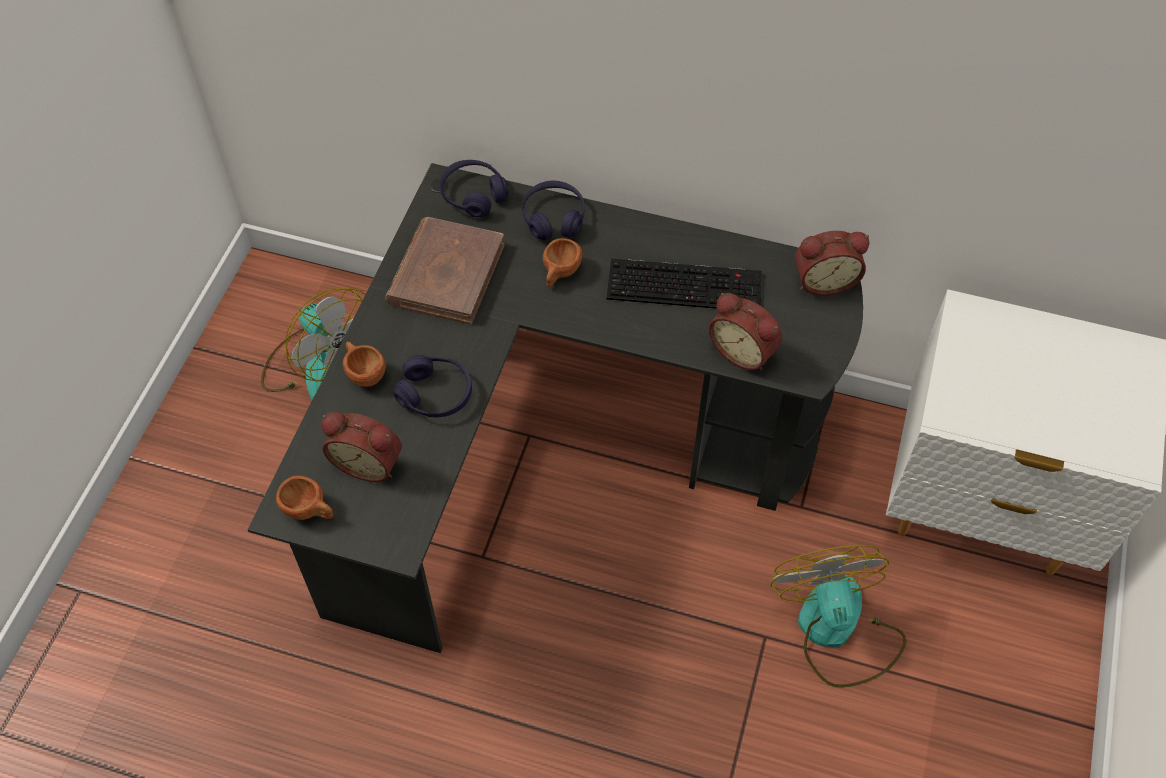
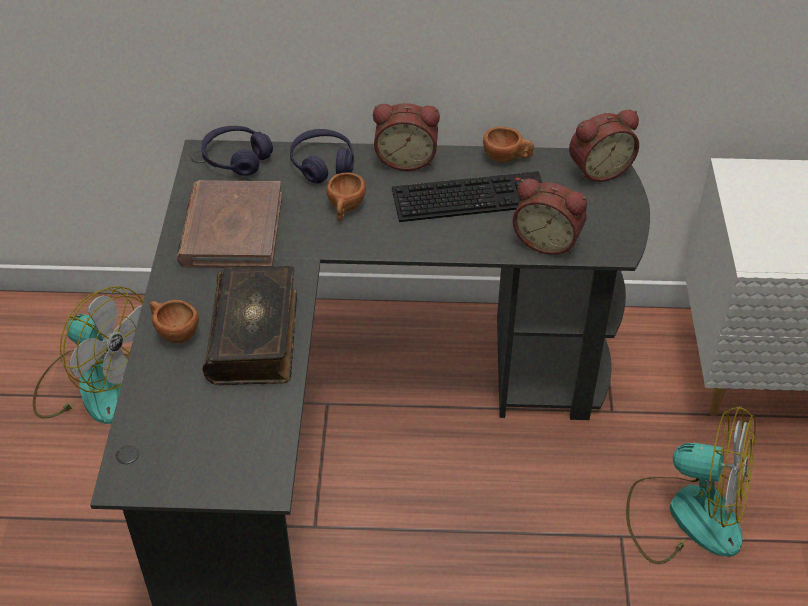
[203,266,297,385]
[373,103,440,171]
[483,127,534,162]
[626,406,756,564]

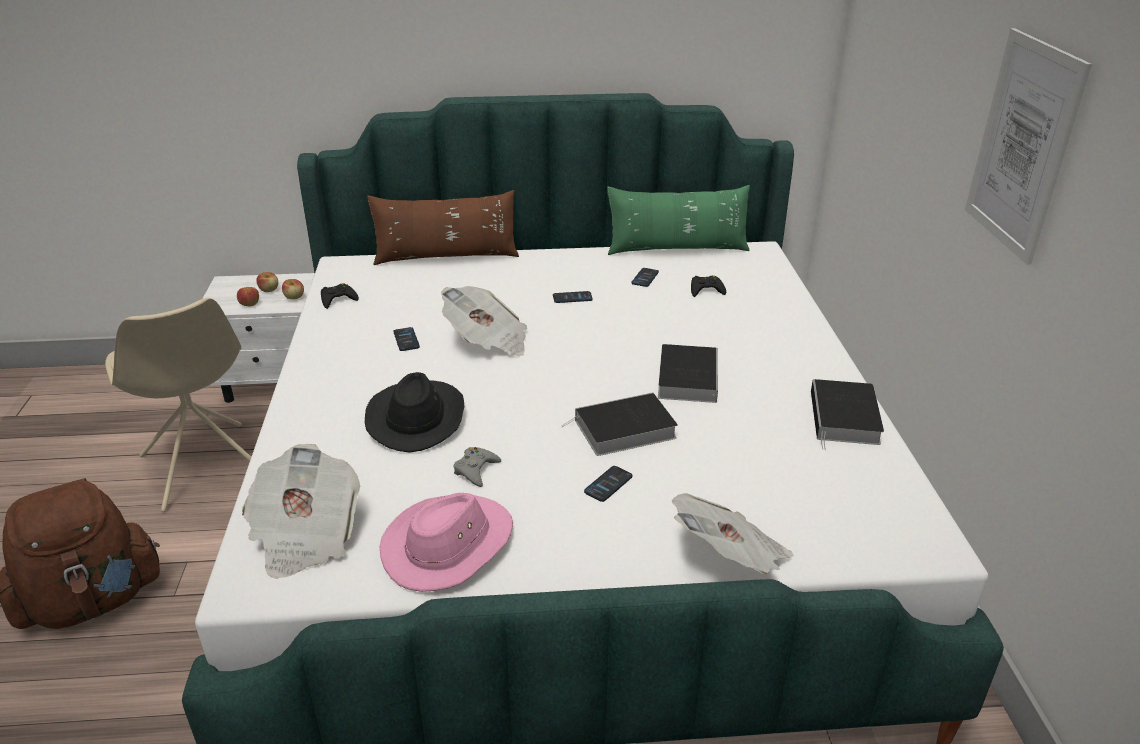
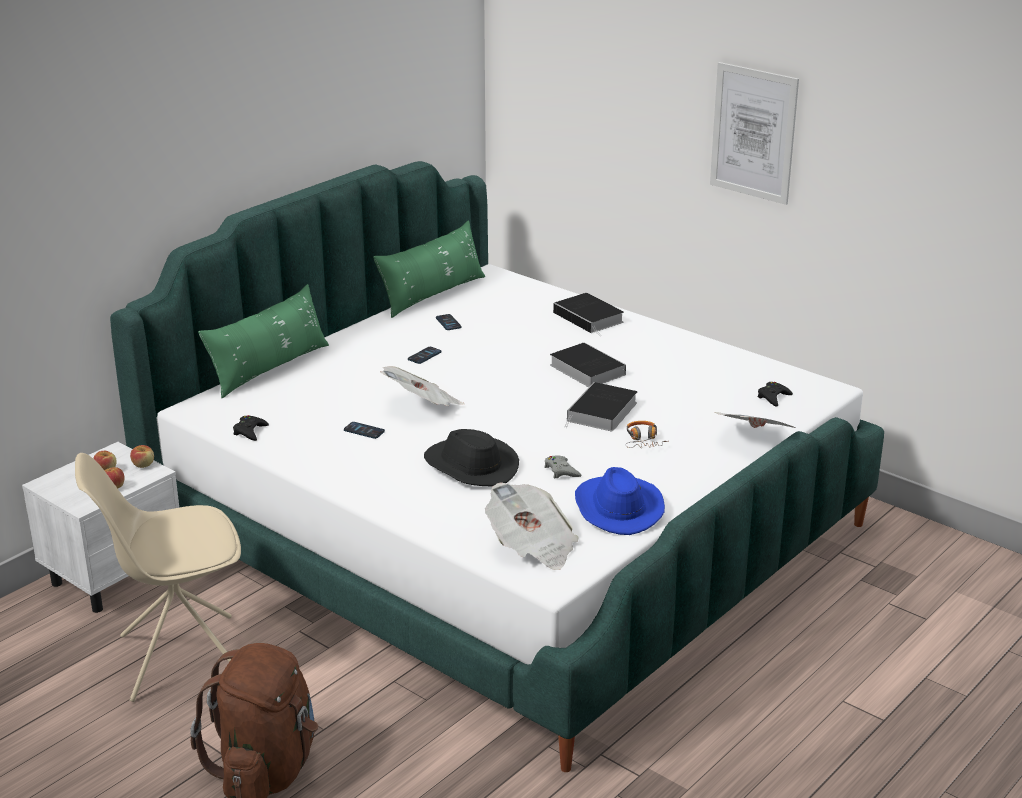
[198,284,329,398]
[757,382,793,407]
[75,453,241,702]
[553,293,624,336]
[625,421,669,448]
[575,467,665,535]

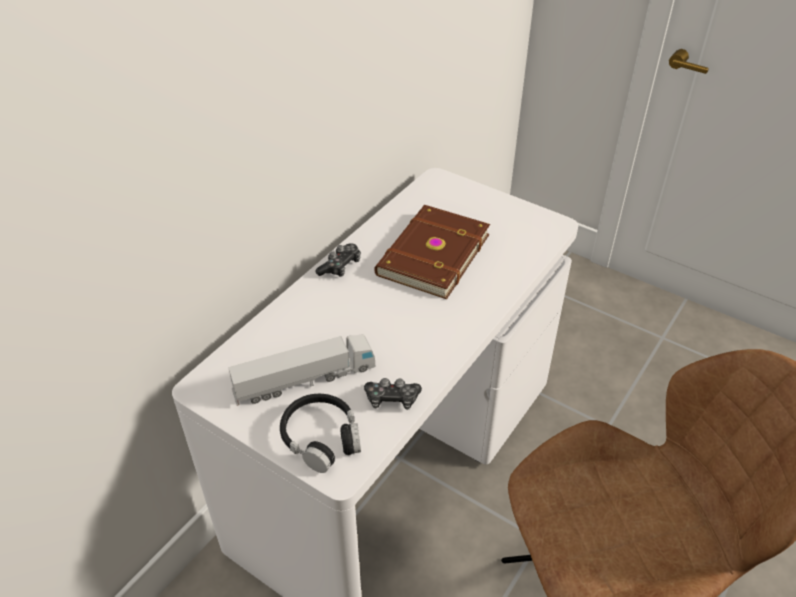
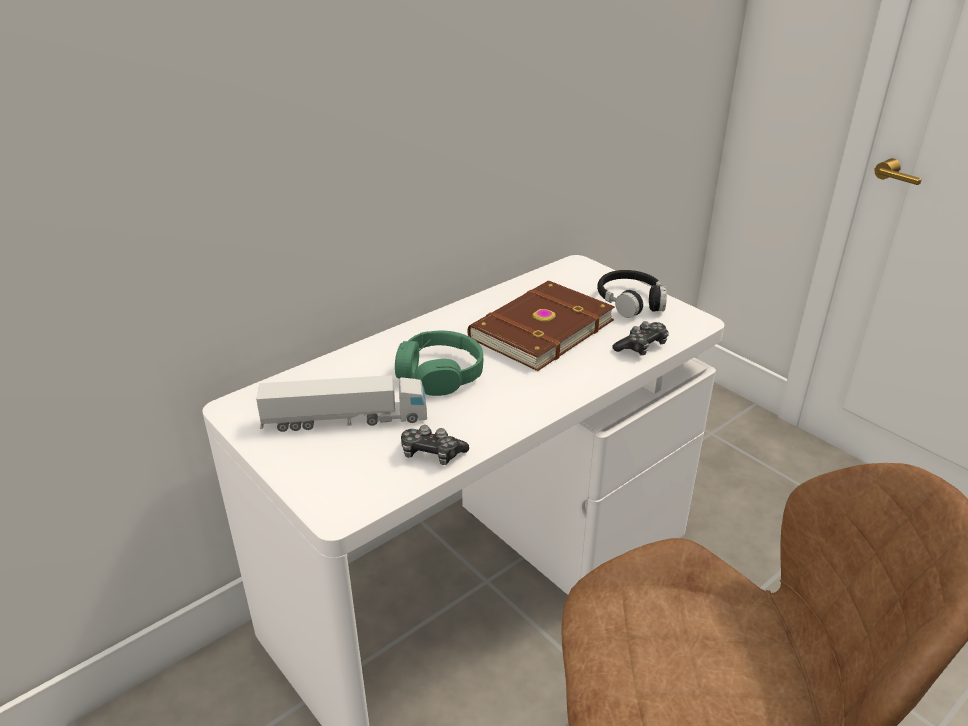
[612,321,669,355]
[597,270,667,318]
[395,331,484,396]

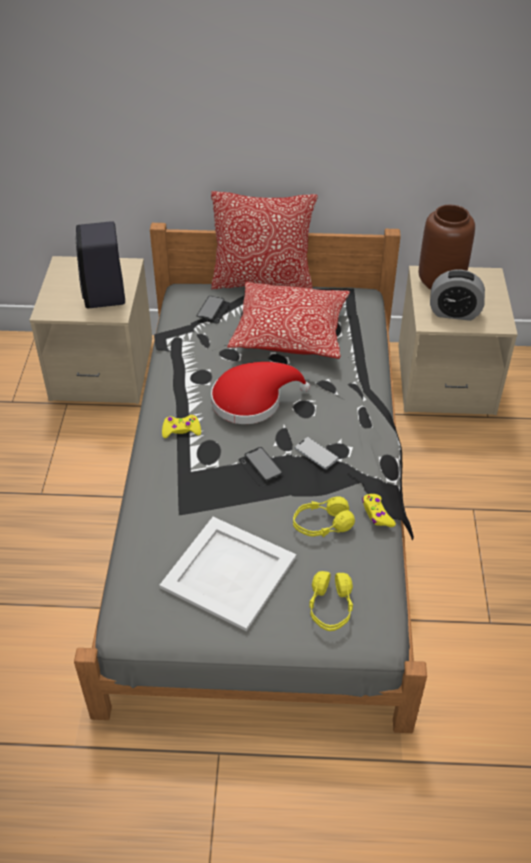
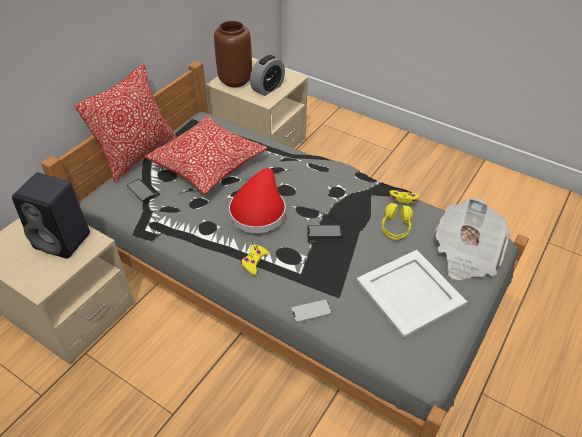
[291,299,332,323]
[435,198,511,280]

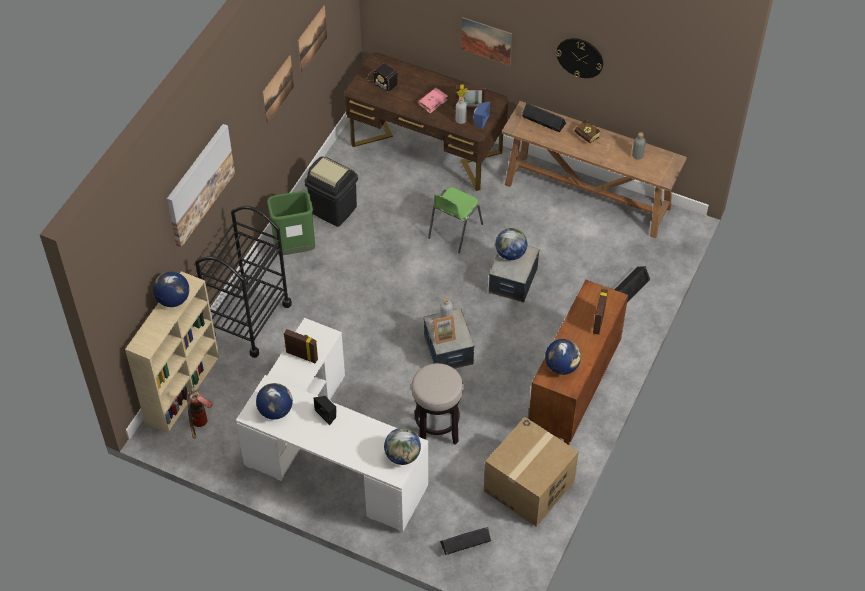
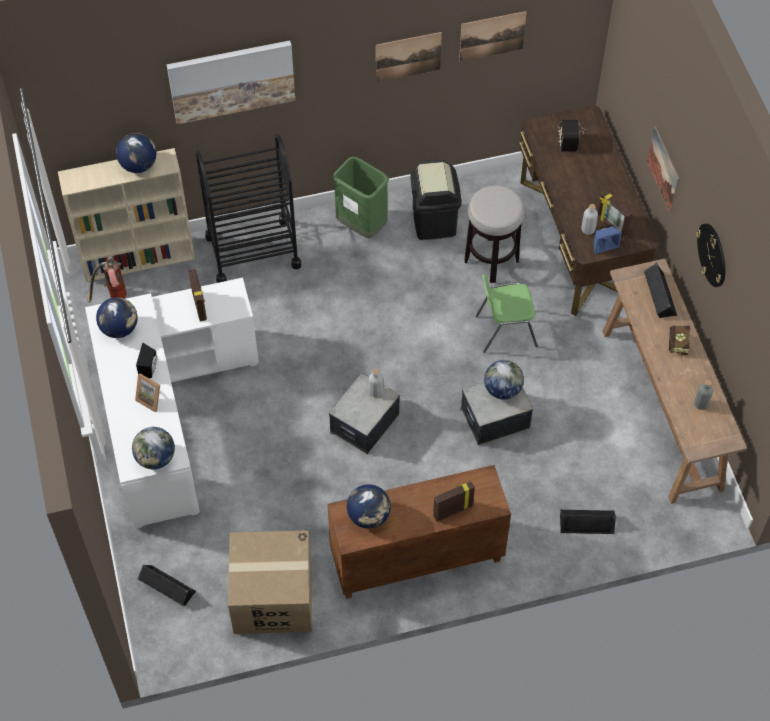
[418,88,448,113] (first image)
[135,373,160,412]
[464,185,525,283]

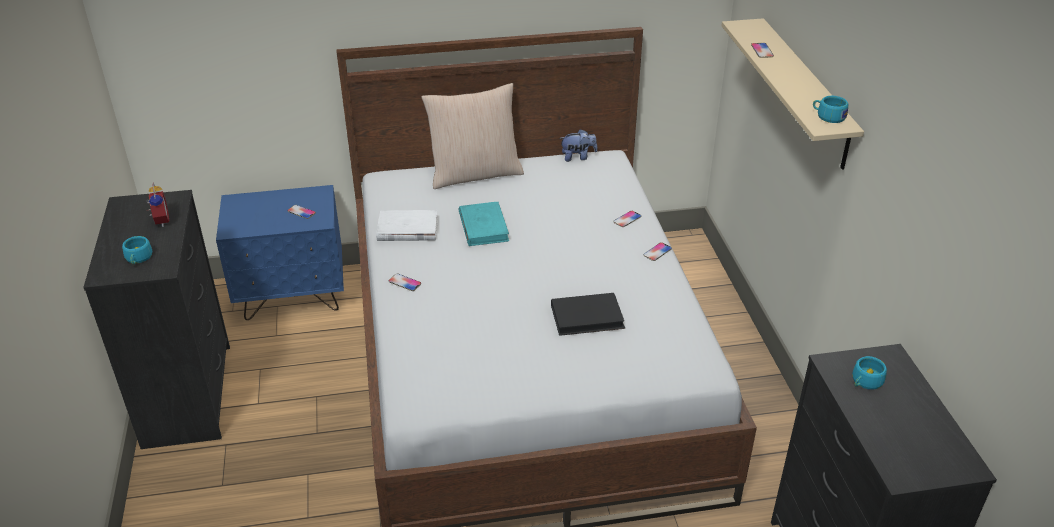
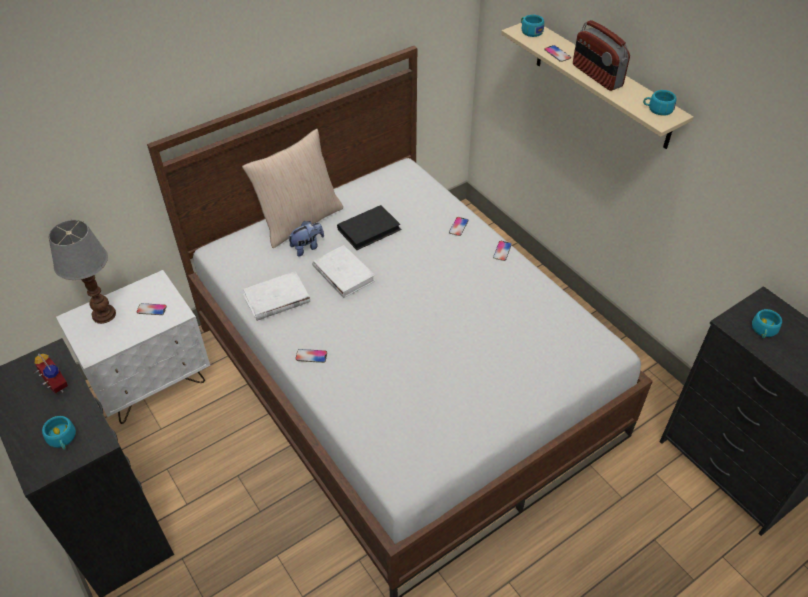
[288,221,324,256]
[56,270,210,424]
[312,245,375,298]
[337,205,402,250]
[521,15,544,37]
[573,20,630,91]
[49,220,116,324]

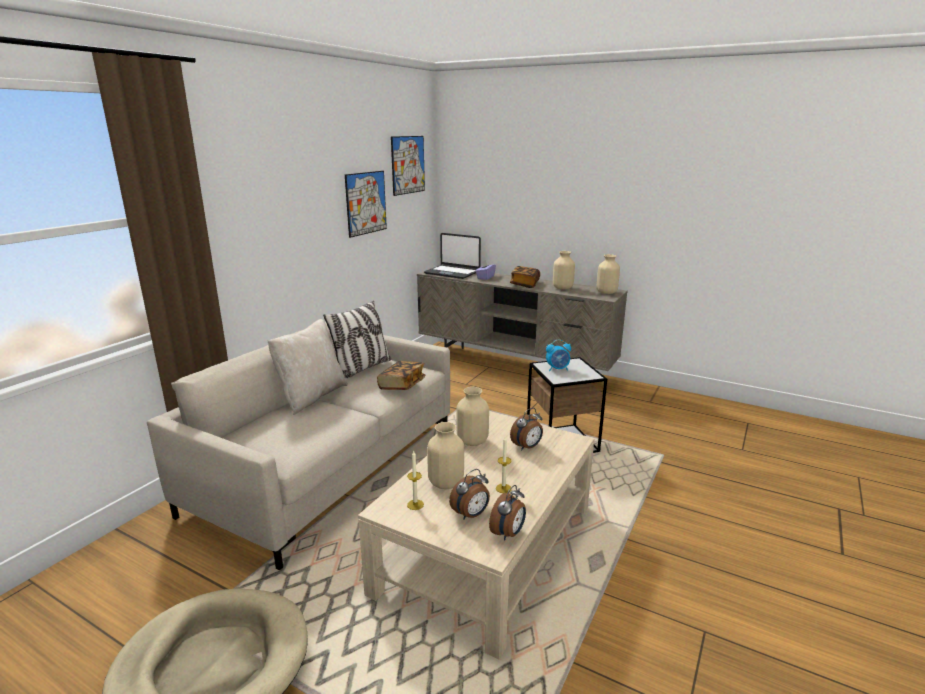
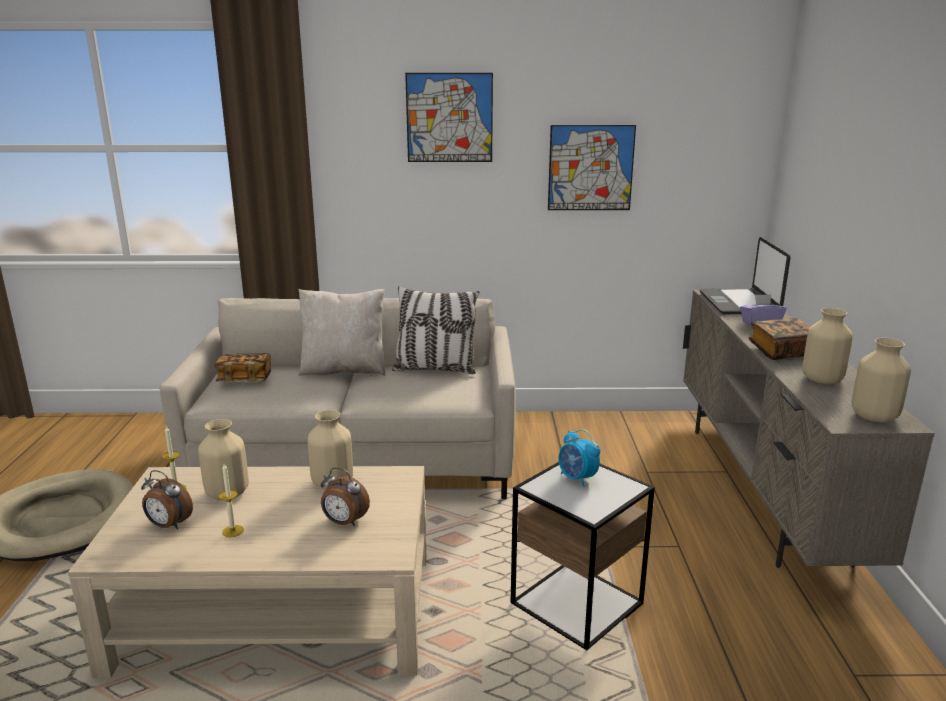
[405,73,493,162]
[214,353,271,382]
[489,485,526,541] (first image)

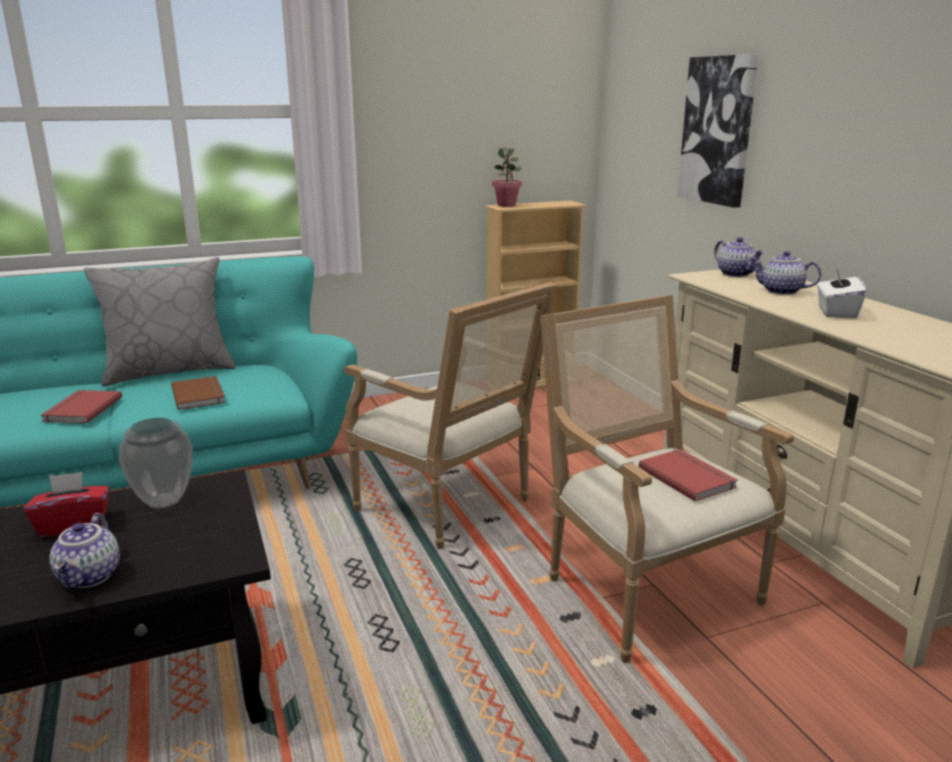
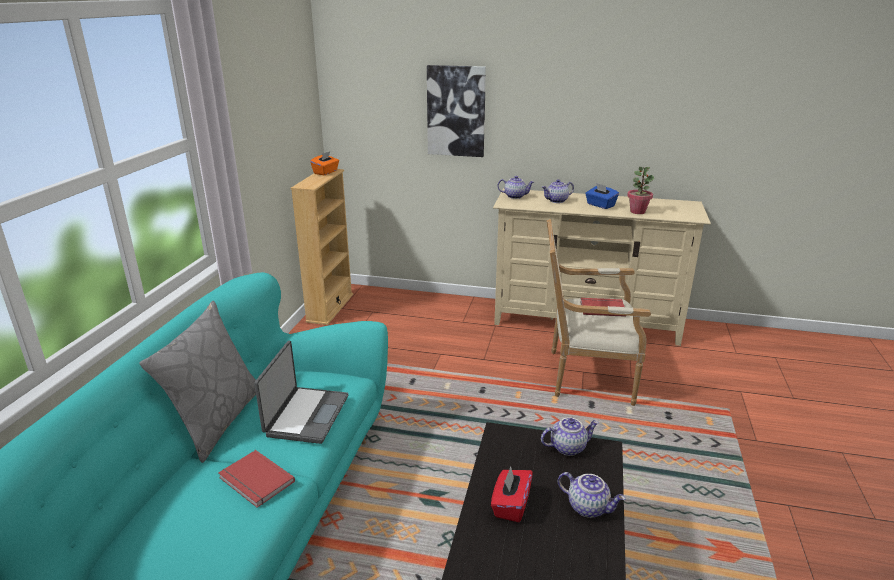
[627,167,654,214]
[585,183,619,209]
[344,282,557,549] (first image)
[254,341,349,444]
[119,418,193,508] (first image)
[310,151,339,175]
[541,417,599,456]

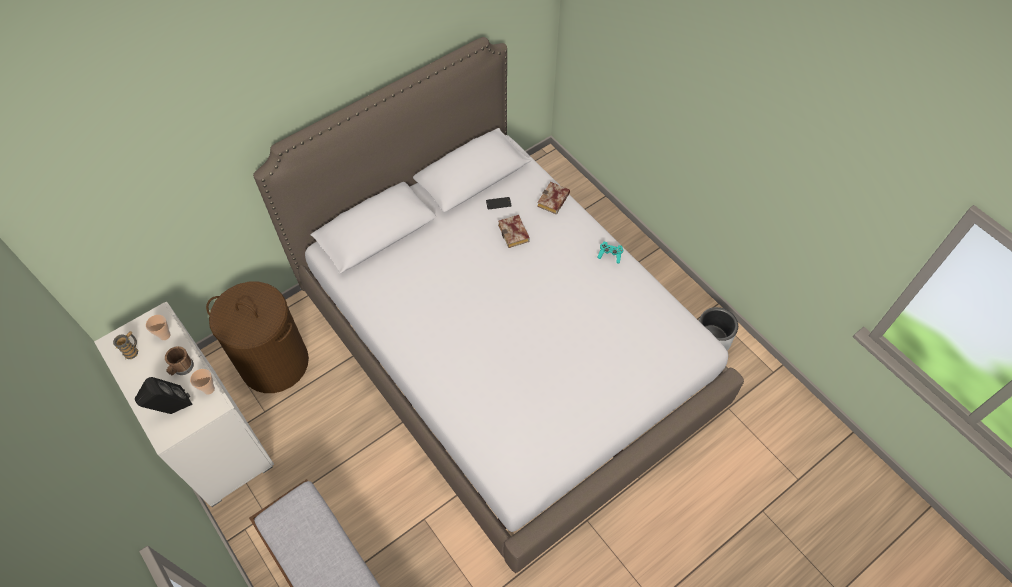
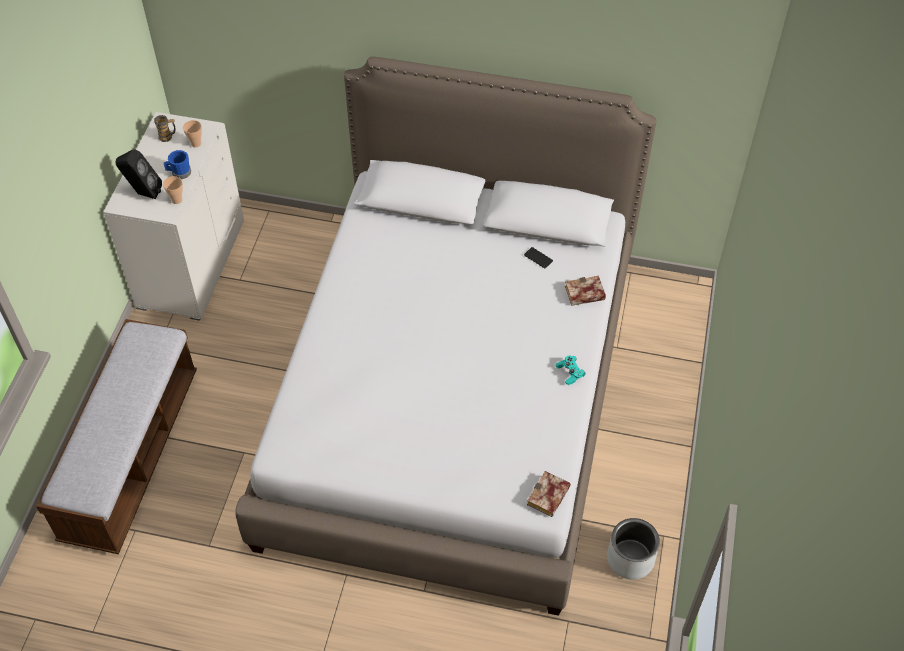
[527,471,571,517]
[206,282,309,393] (first image)
[164,150,191,179]

